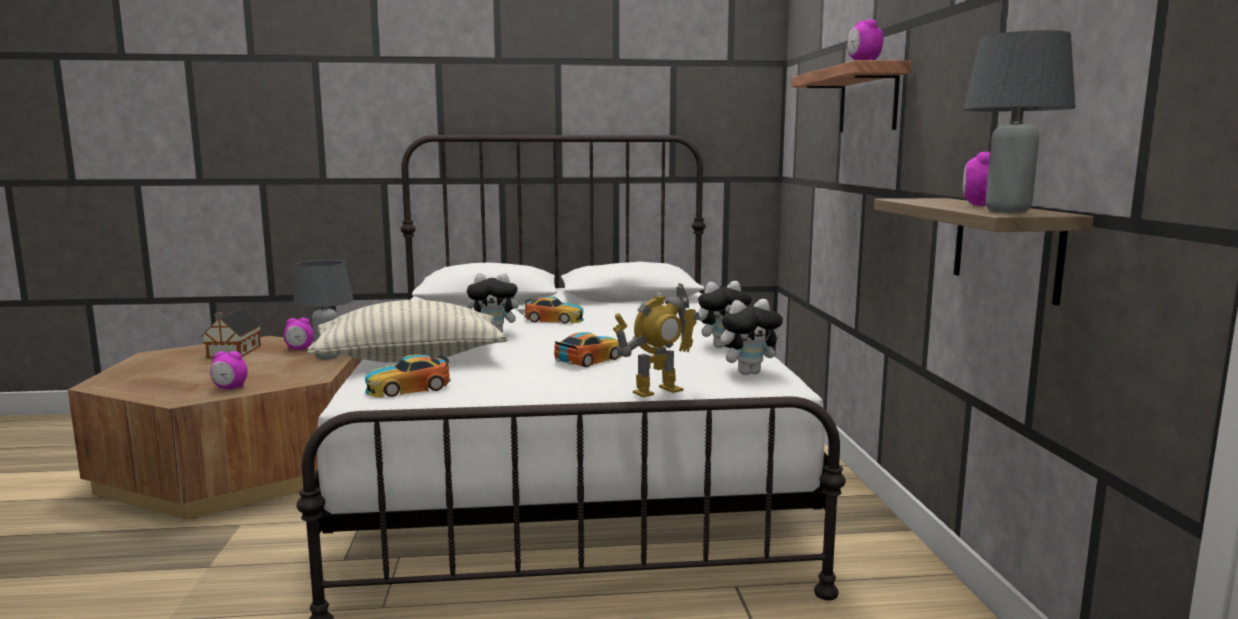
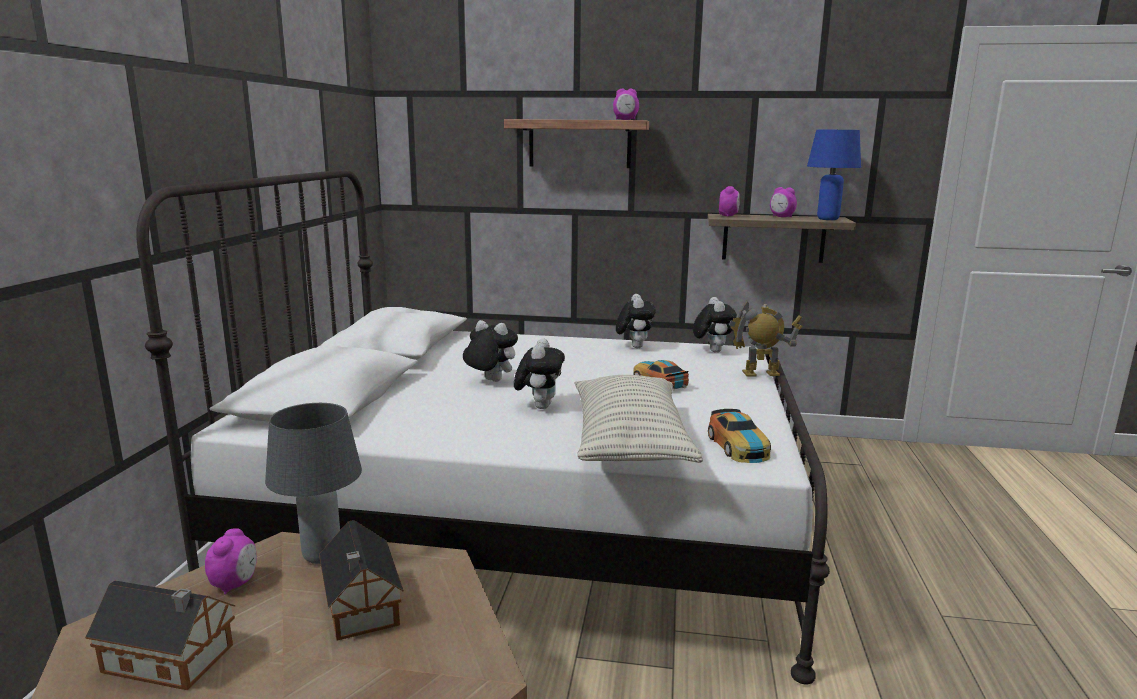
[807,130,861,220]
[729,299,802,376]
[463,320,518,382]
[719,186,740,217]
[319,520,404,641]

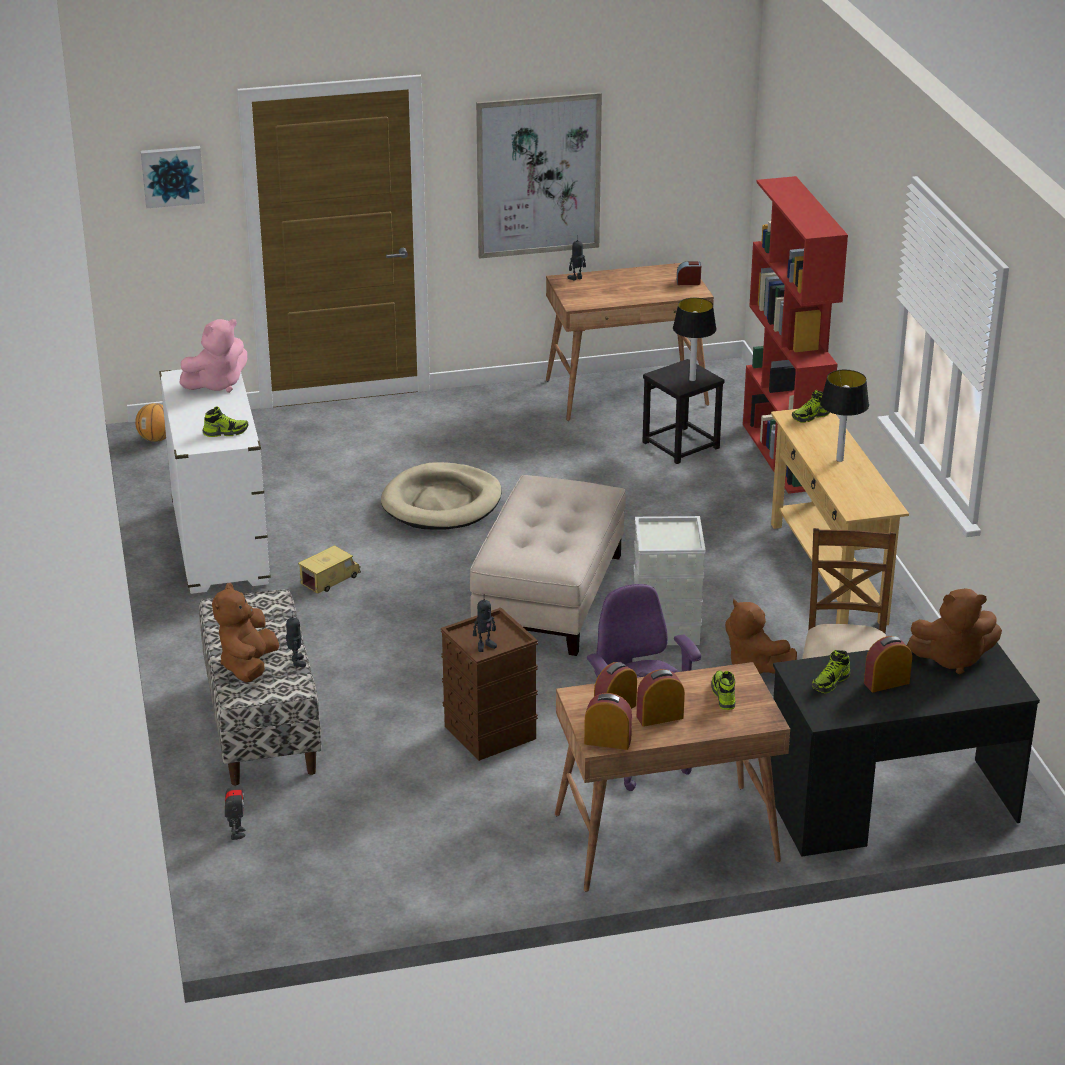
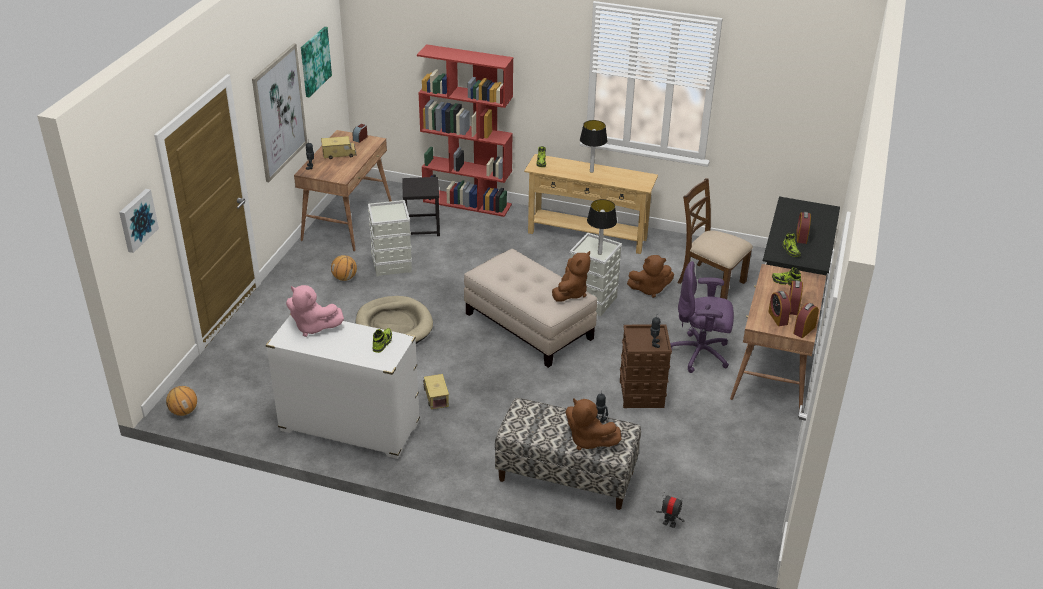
[587,199,617,255]
[286,285,344,337]
[552,251,590,302]
[301,27,332,97]
[321,136,357,159]
[368,200,412,276]
[331,255,357,281]

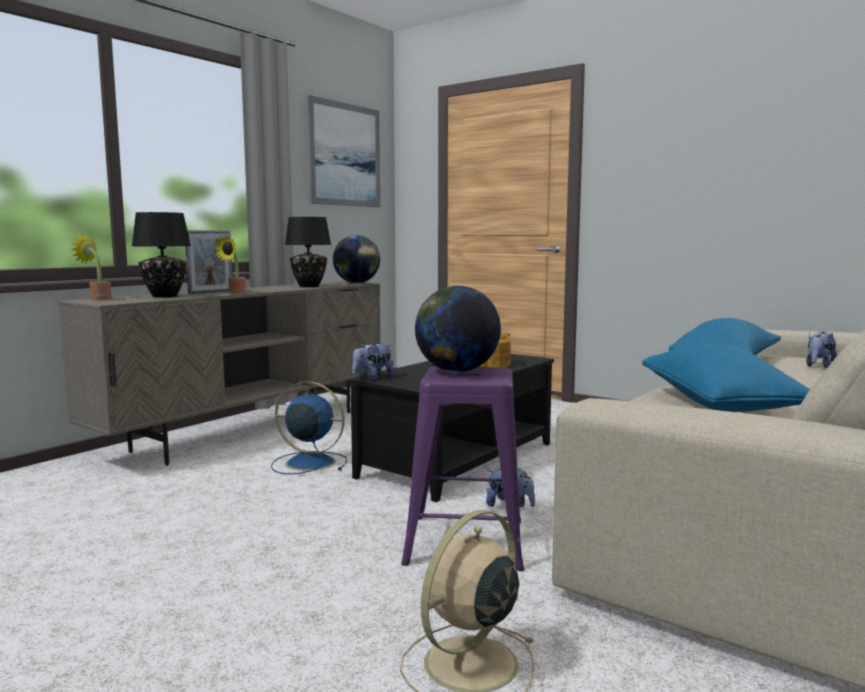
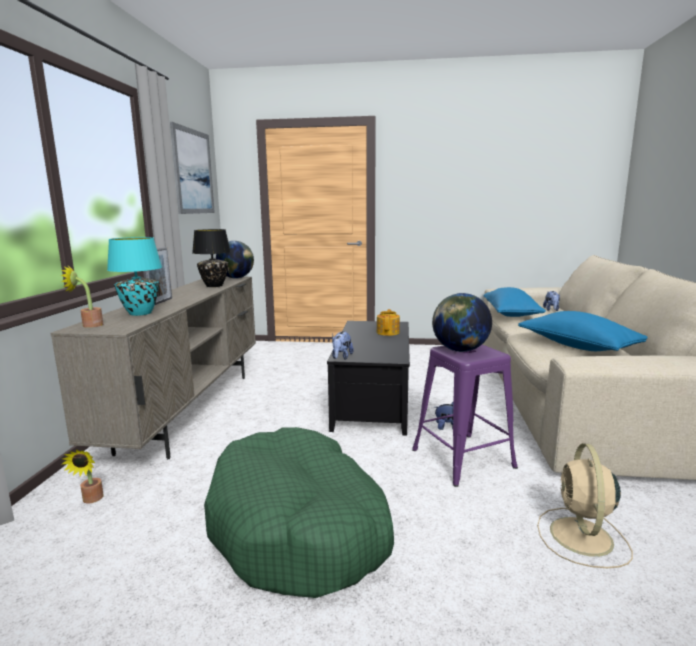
[107,237,162,316]
[62,450,104,503]
[271,381,347,474] (first image)
[204,427,394,598]

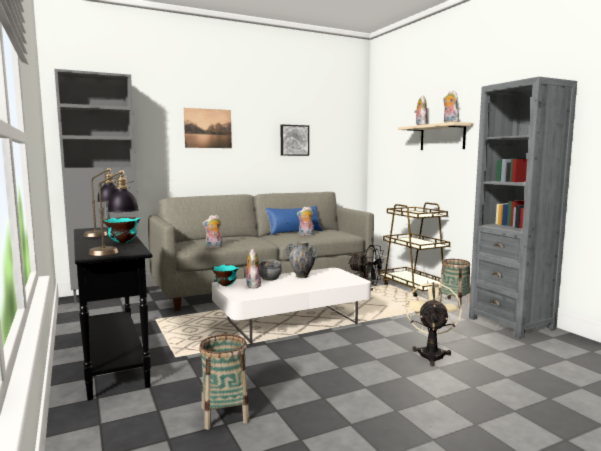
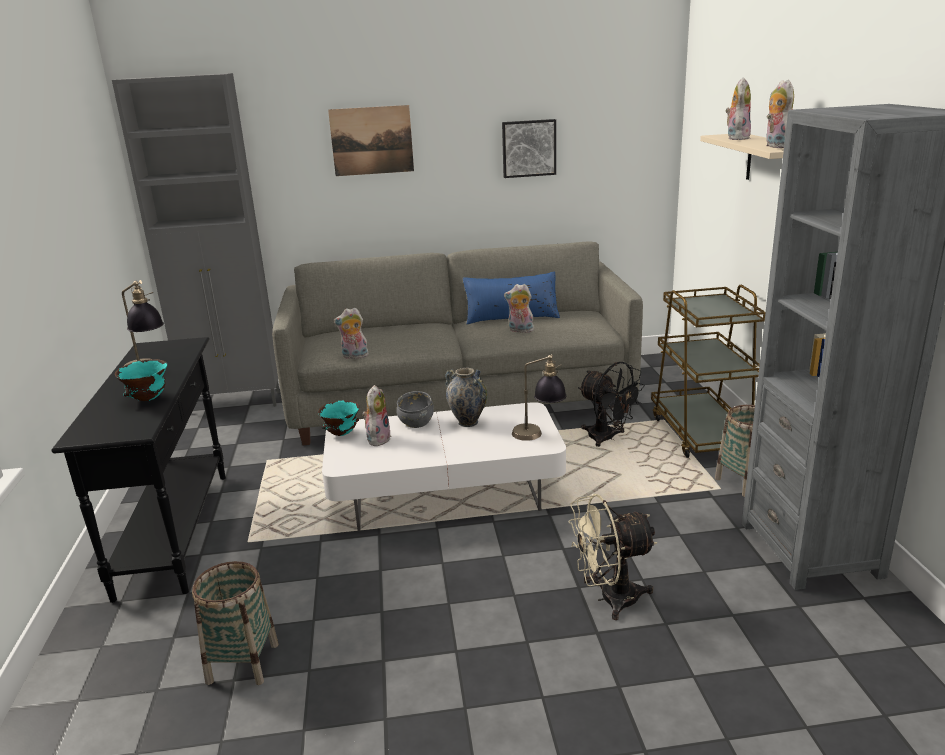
[512,354,566,441]
[568,494,657,620]

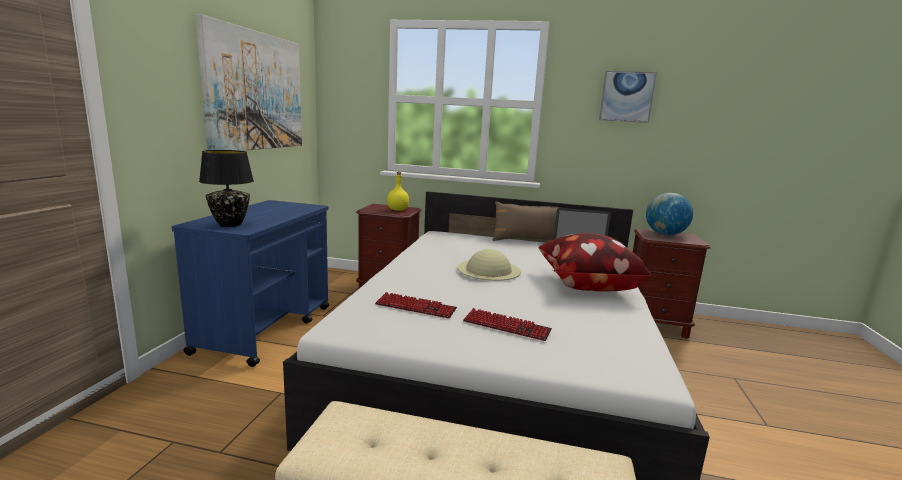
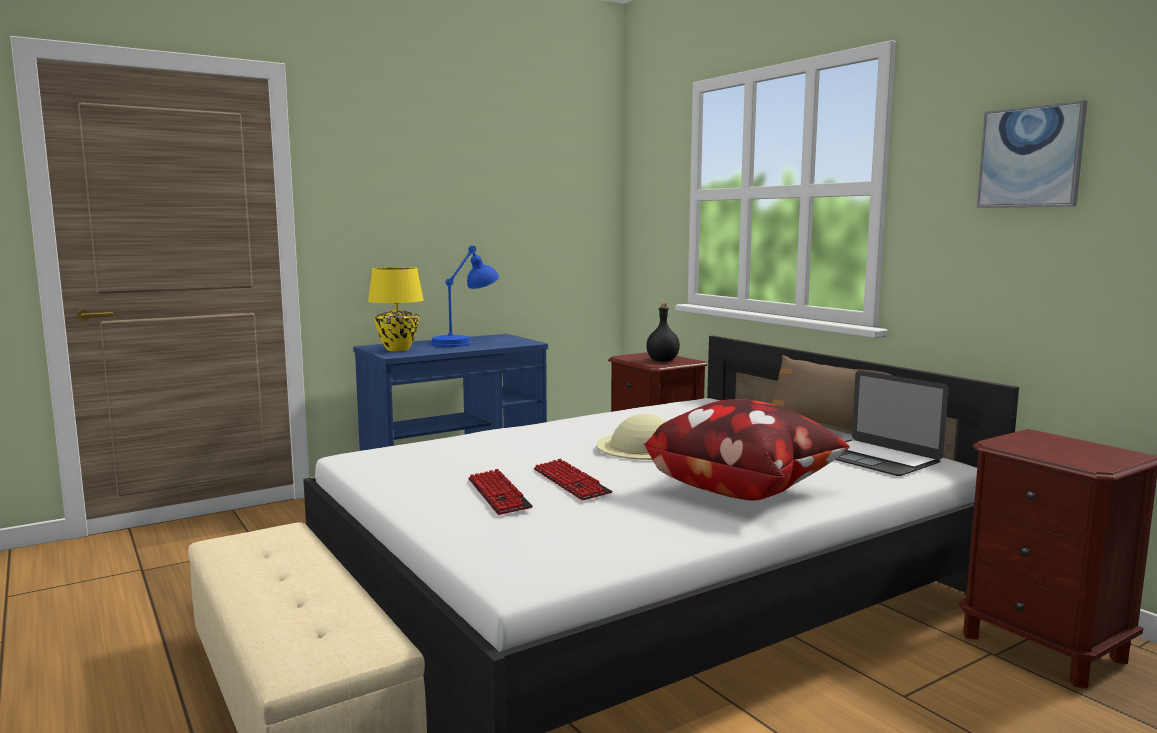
[196,14,302,151] (first image)
[368,267,424,352]
[646,303,680,362]
[646,193,693,235] (first image)
[534,459,612,501]
[431,246,499,347]

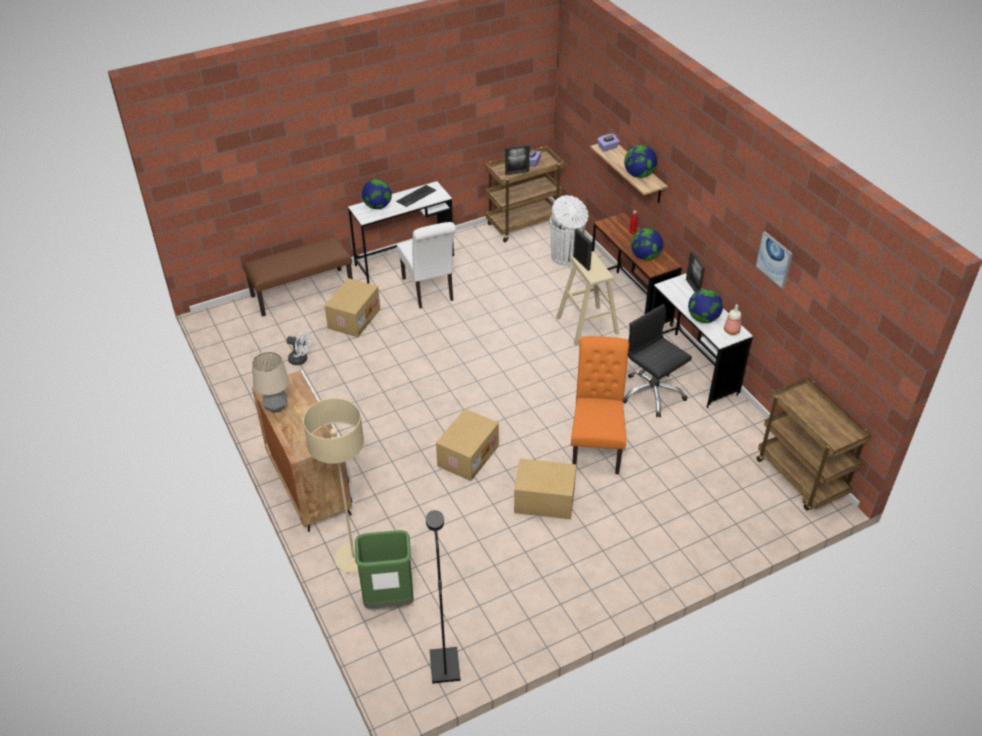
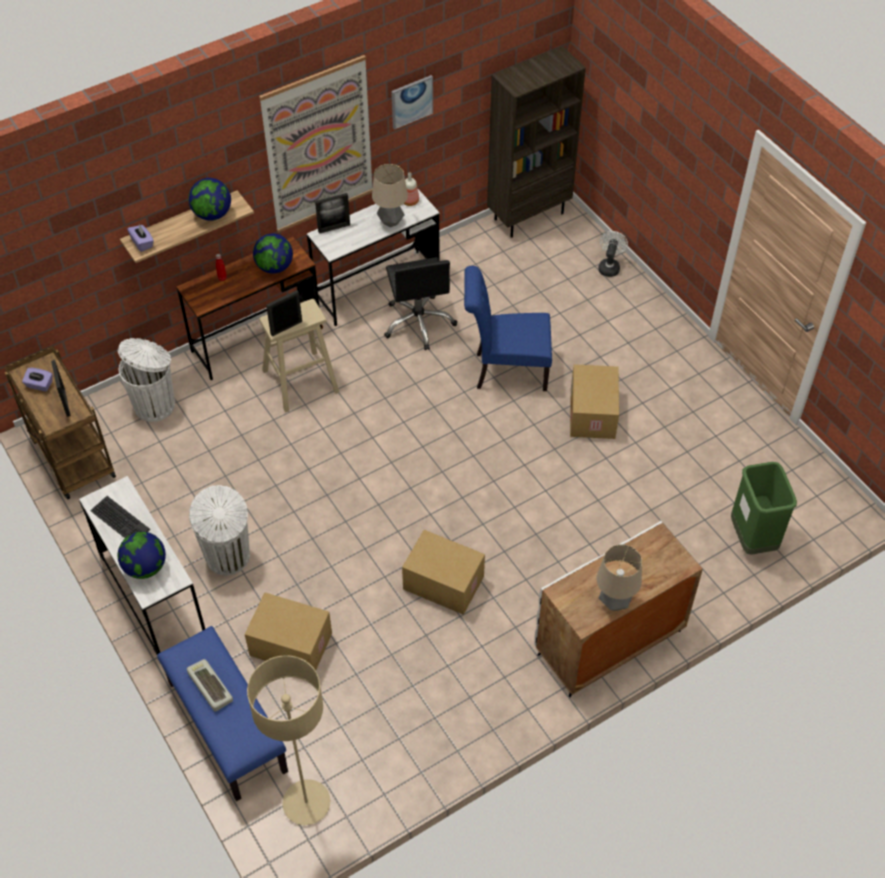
[189,485,250,575]
[157,626,288,801]
[372,164,408,227]
[384,257,457,350]
[598,231,628,277]
[464,266,552,391]
[487,46,586,238]
[247,655,330,825]
[402,530,485,615]
[426,510,460,684] (first image)
[259,55,372,233]
[187,659,233,712]

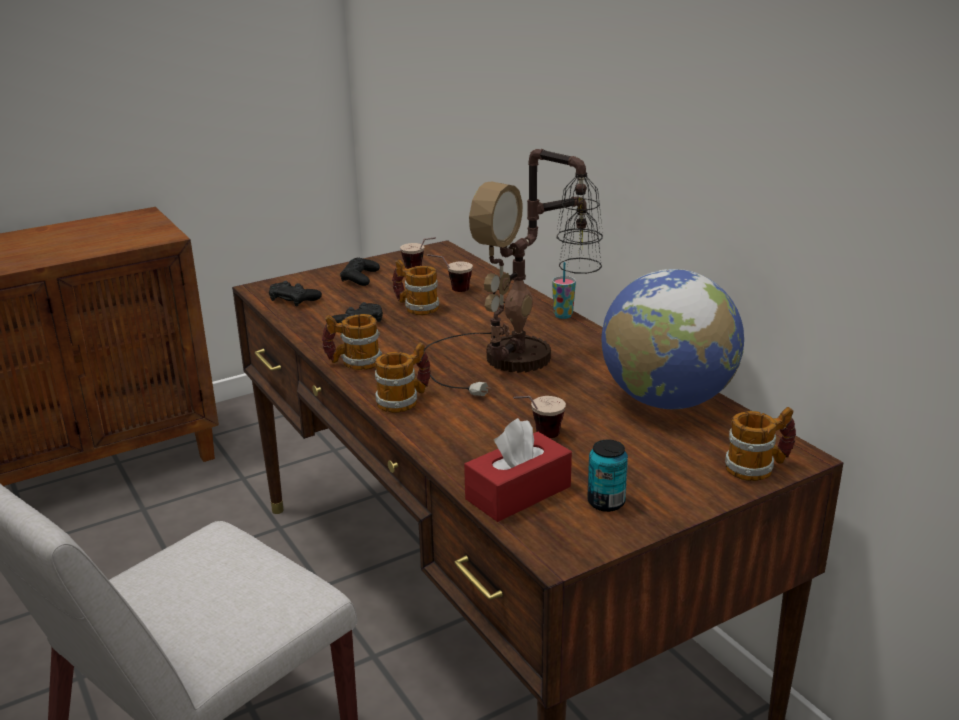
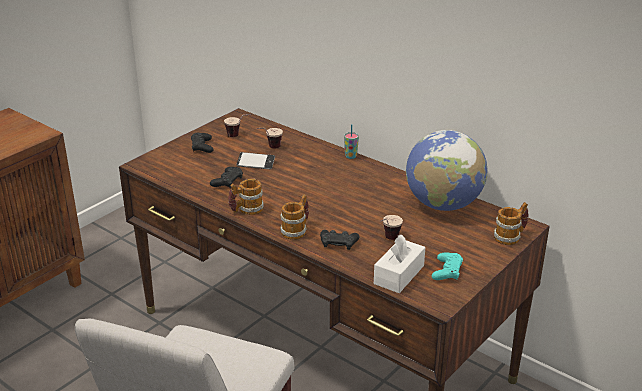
[424,149,603,396] (first image)
[236,152,275,169]
[320,230,360,250]
[374,235,425,293]
[432,253,463,280]

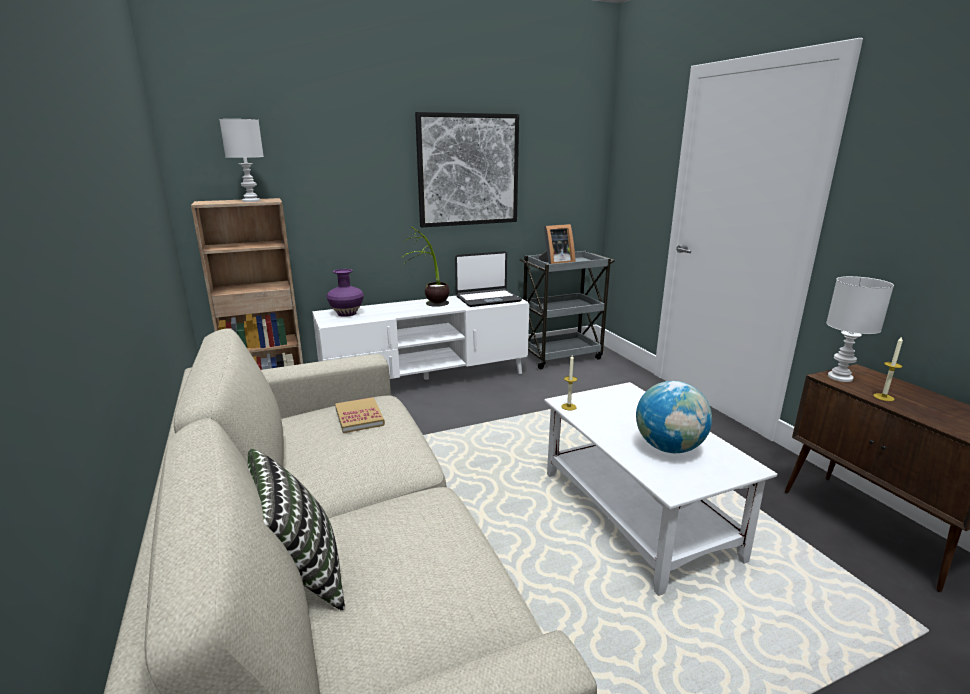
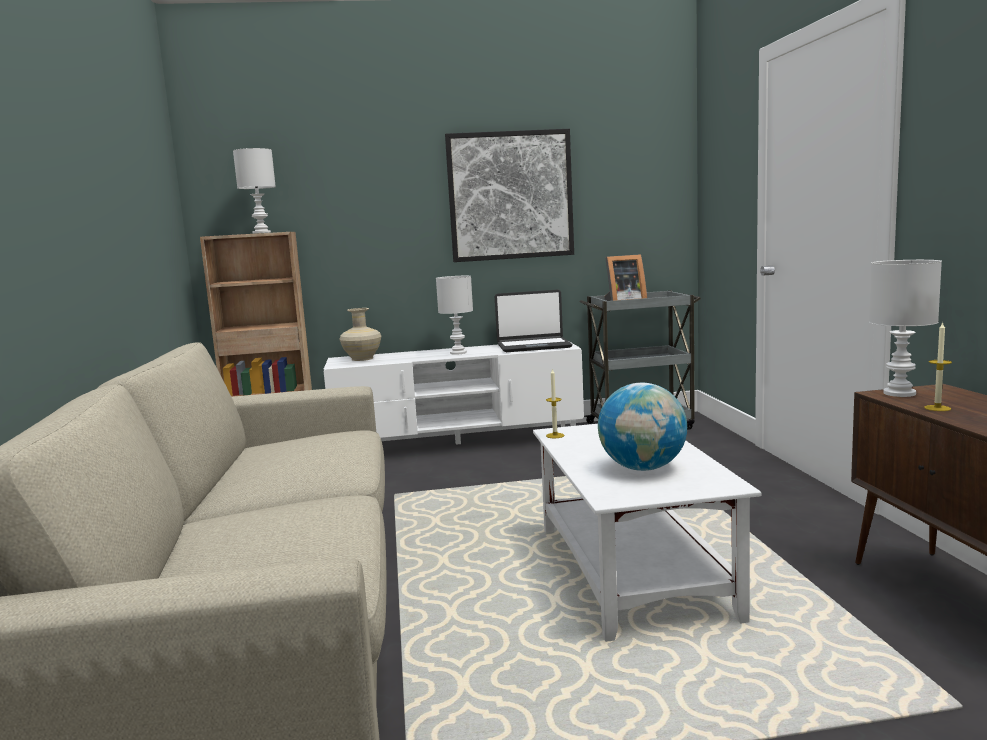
[436,276,473,355]
[339,308,381,361]
[335,397,385,433] (first image)
[247,449,345,611] (first image)

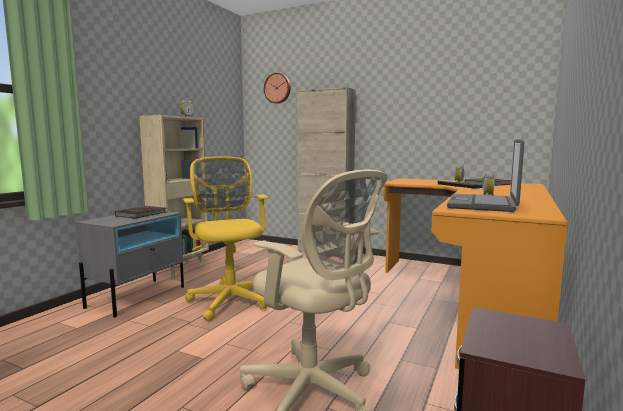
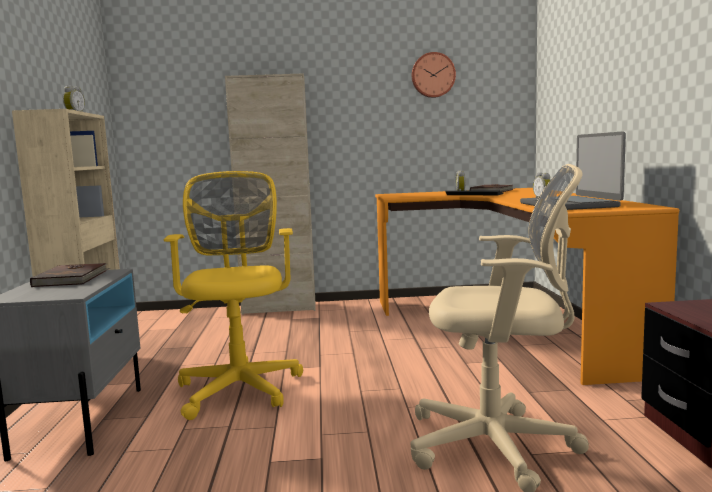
[412,52,456,98]
[163,171,303,420]

